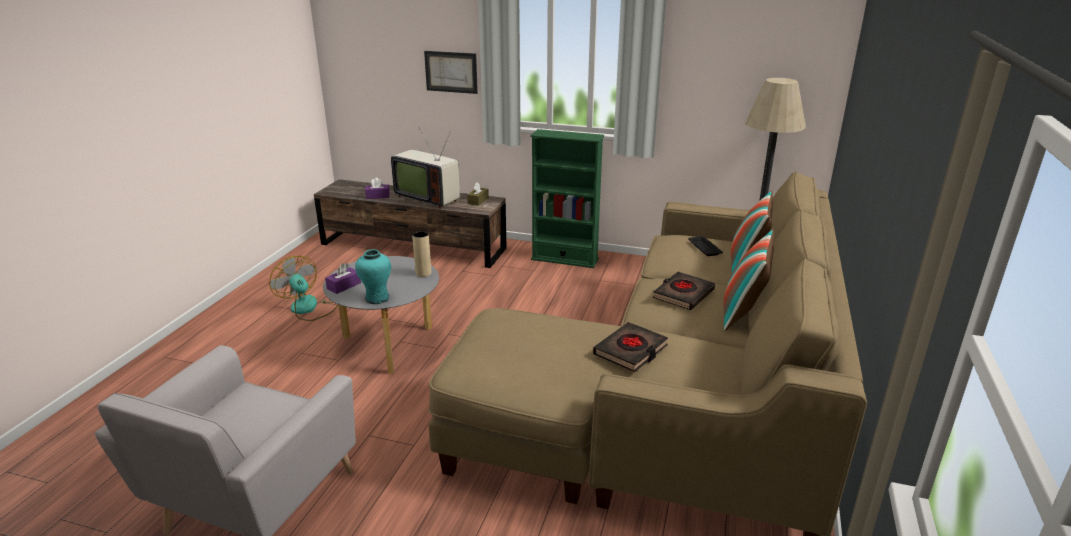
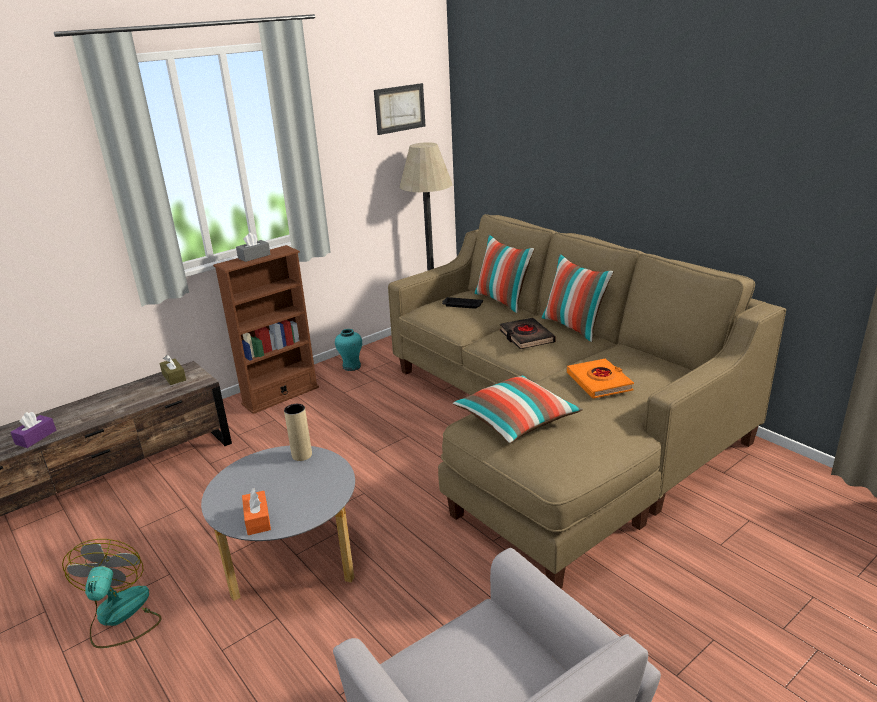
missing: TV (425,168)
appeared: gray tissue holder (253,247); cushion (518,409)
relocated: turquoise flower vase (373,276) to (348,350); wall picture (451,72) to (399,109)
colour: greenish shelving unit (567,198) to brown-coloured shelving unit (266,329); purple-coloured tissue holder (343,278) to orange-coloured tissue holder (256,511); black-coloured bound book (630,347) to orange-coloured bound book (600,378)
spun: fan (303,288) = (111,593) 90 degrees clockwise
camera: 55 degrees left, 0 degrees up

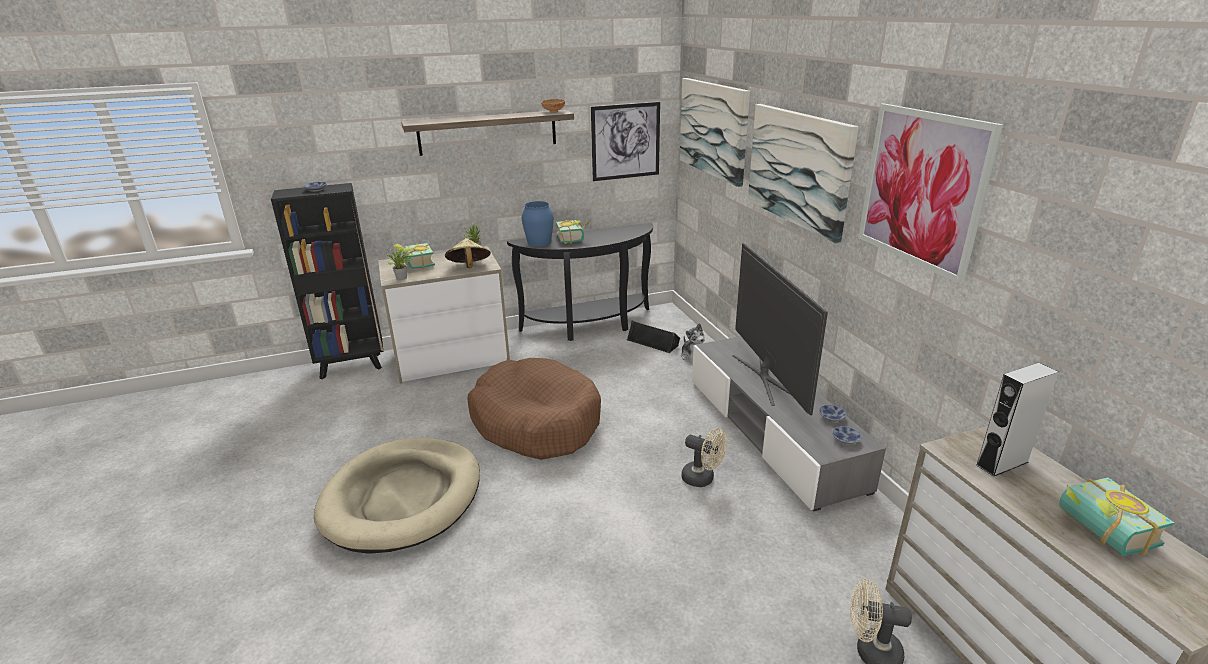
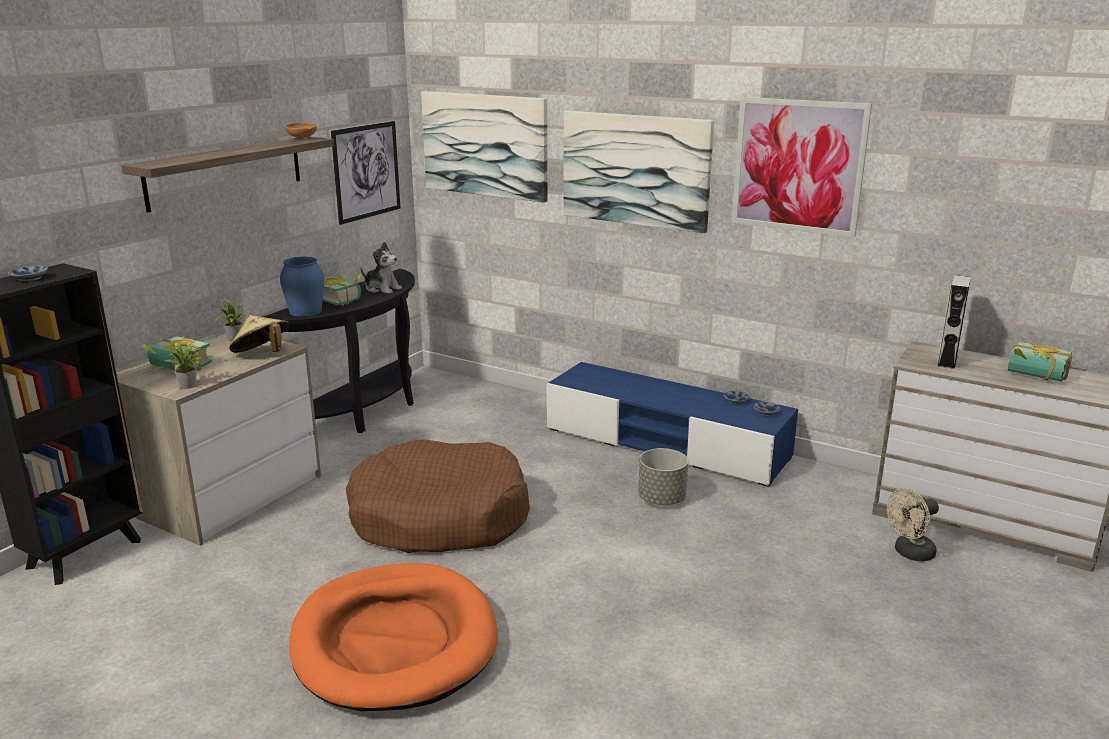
missing: black-coloured audio speaker (653,337); TV (780,328)
relocated: cuddly toy (693,344) to (381,268)
exchanged: beige fan (704,457) to gray plant pot (663,476)
colour: beige pet bed (397,496) to orange-coloured pet bed (393,637); gray tv unit (789,424) to bluish tv unit (672,424)
camera: 40 degrees left, 5 degrees down

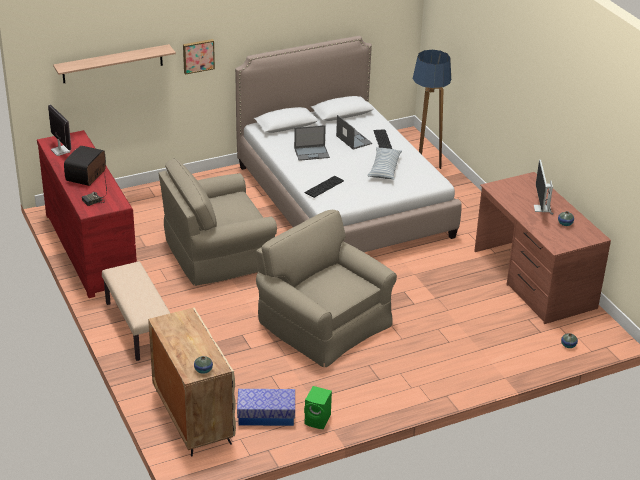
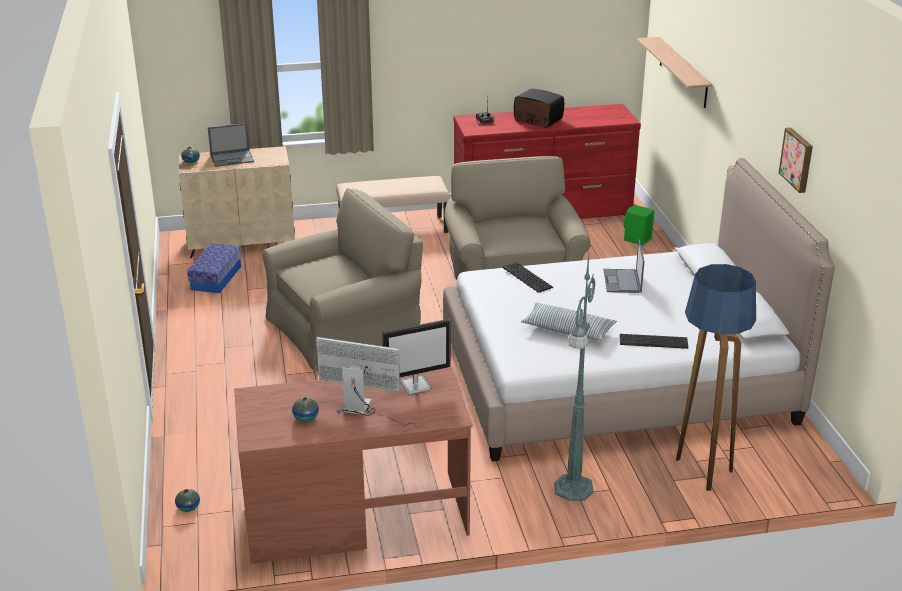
appeared: greenish standing lamp (574,377)
relocated: notebook computer (354,132) to (231,145); computer screen (59,130) to (416,356); greenish audio speaker (318,407) to (639,225); wall picture (199,57) to (796,160)
camera: 105 degrees right, 5 degrees down

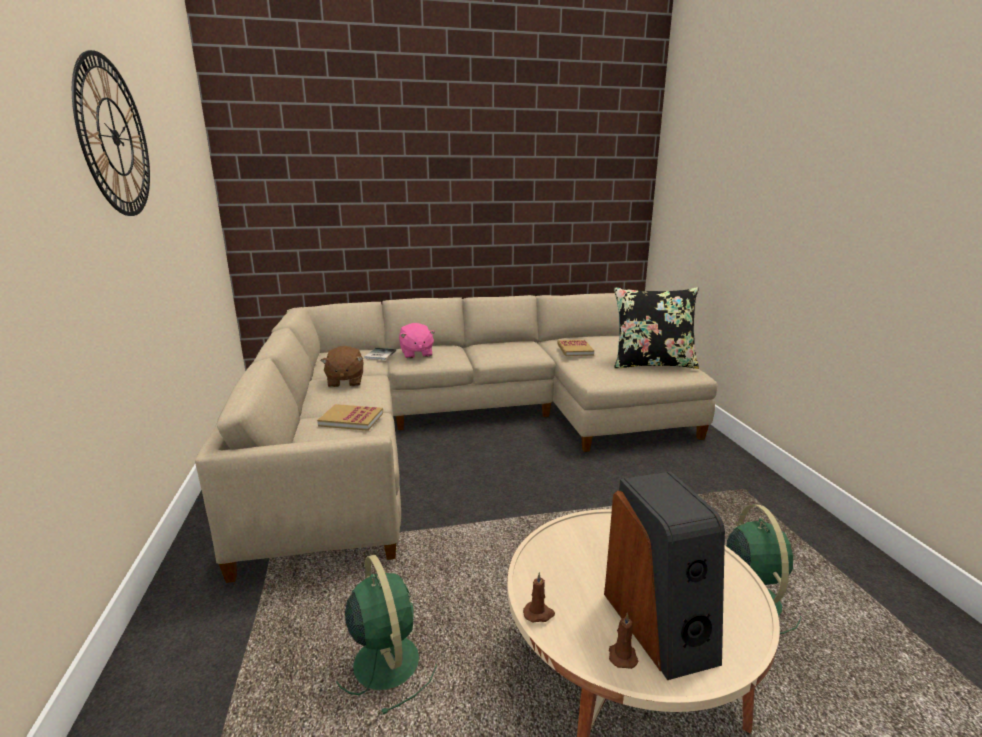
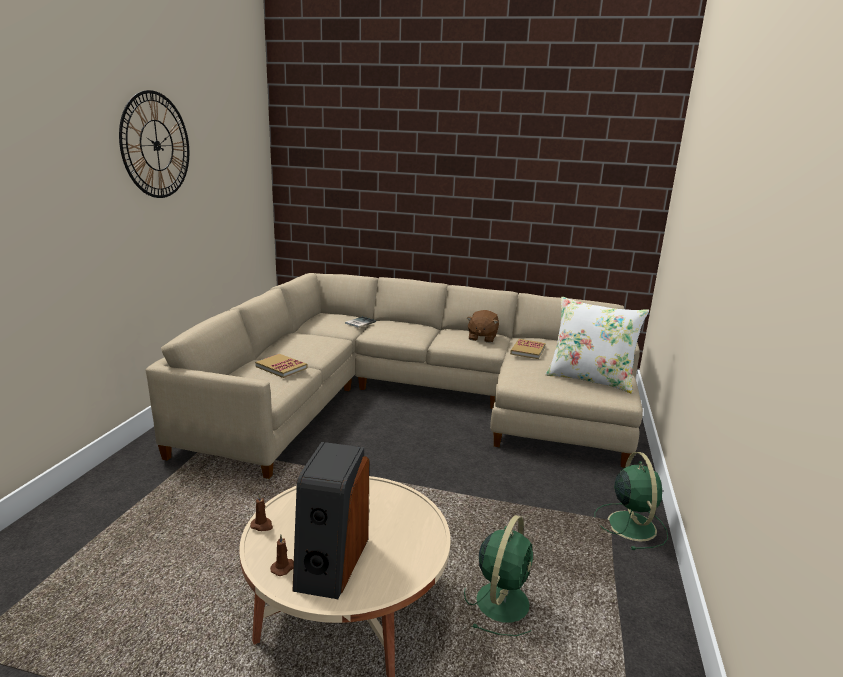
missing: pinkish cuddly toy (417,341)
relocated: brown-coloured cuddly toy (341,366) to (483,326); greenish fan (387,635) to (631,501)
colour: black-coloured cushion (656,328) to whitish cushion (597,345)
camera: 25 degrees right, 0 degrees up

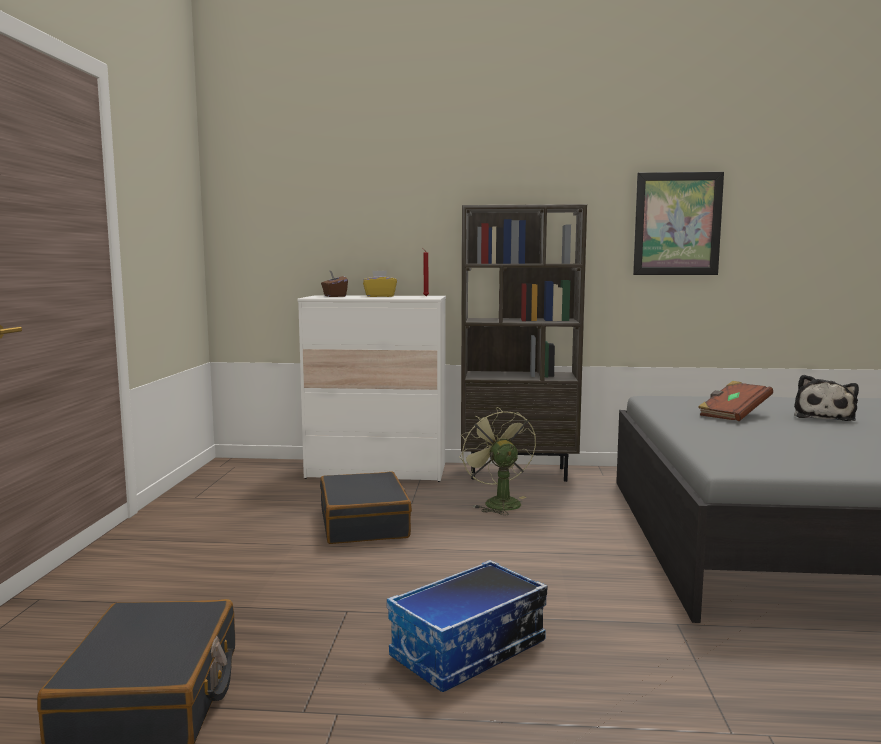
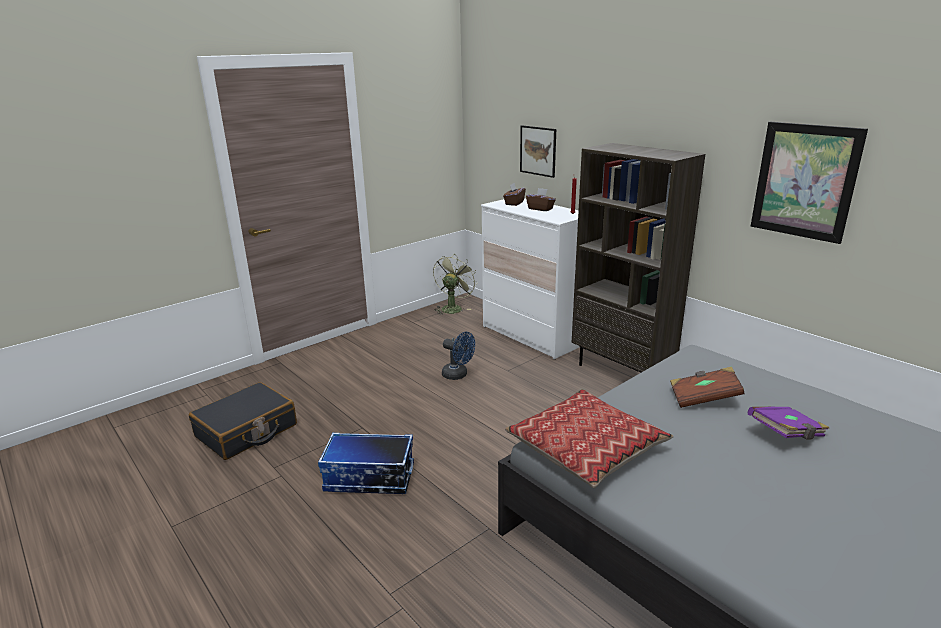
appeared: cushion (589,438); wall picture (538,151)
relocated: greenish fan (497,461) to (455,285)
exchanged: black-coloured piece of luggage (366,508) to bluish fan (458,356); cuddly toy (826,398) to purple-coloured bound book (788,423)
colour: yellow-coloured tissue holder (380,283) to brown-coloured tissue holder (541,199)
camera: 45 degrees right, 15 degrees up

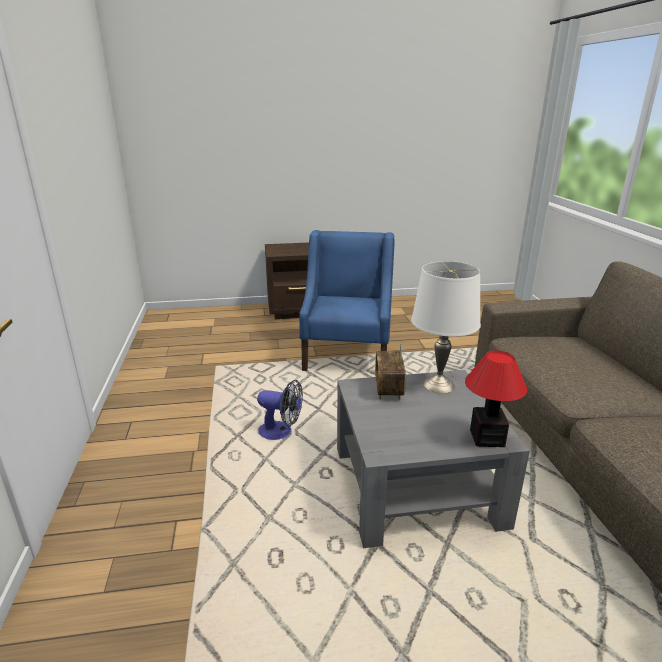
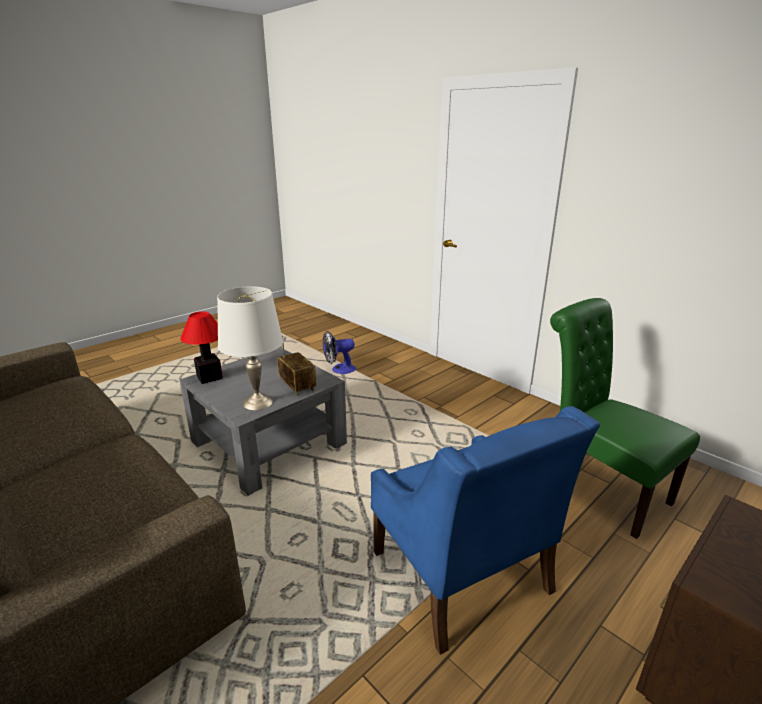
appeared: greenish upright chair (625,418)
relocated: fan (280,410) to (339,352)
camera: 145 degrees right, 0 degrees up

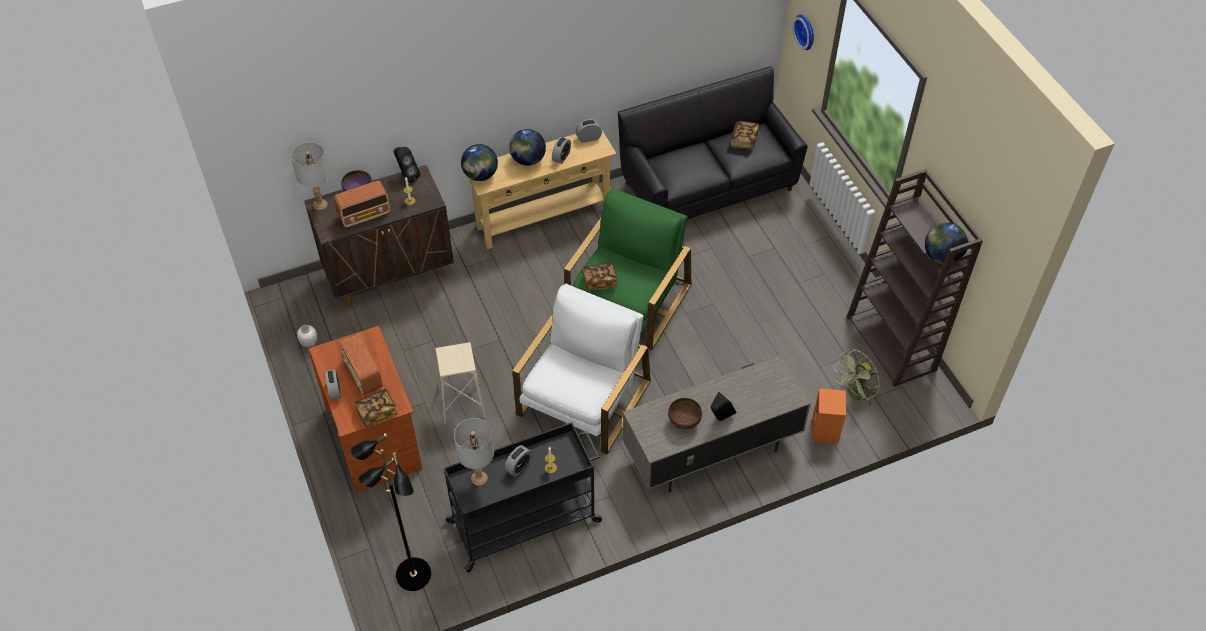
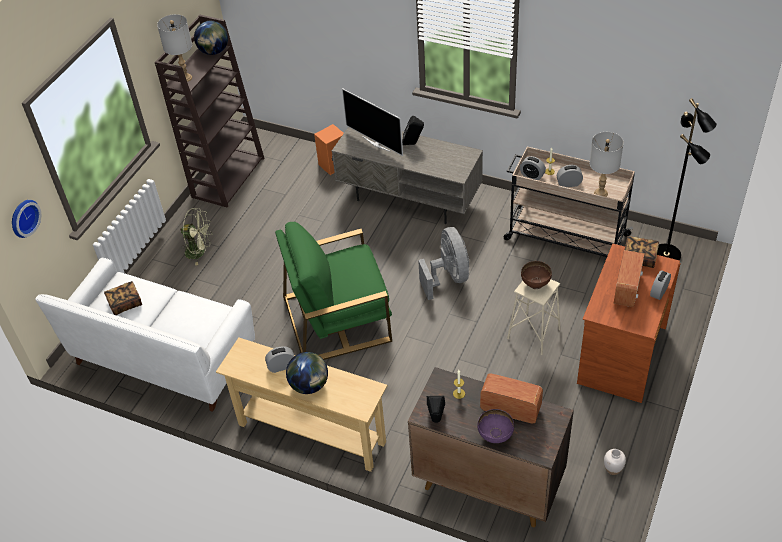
missing: desk globe (479,162); bound book (600,276)
appeared: TV (372,122)
relocated: gray lamp for a table (310,176) to (174,48); greenish fan (857,377) to (196,236); table clock (589,131) to (533,168); brown-coloured serving bowl (685,413) to (536,275)
exchanged: whitish easy chair (581,369) to gray fan (443,263)
colour: black-coloured settee (713,142) to whitish settee (145,335); black-coloured wheeled cart (523,497) to beige wheeled cart (569,202)
camera: 130 degrees left, 5 degrees down

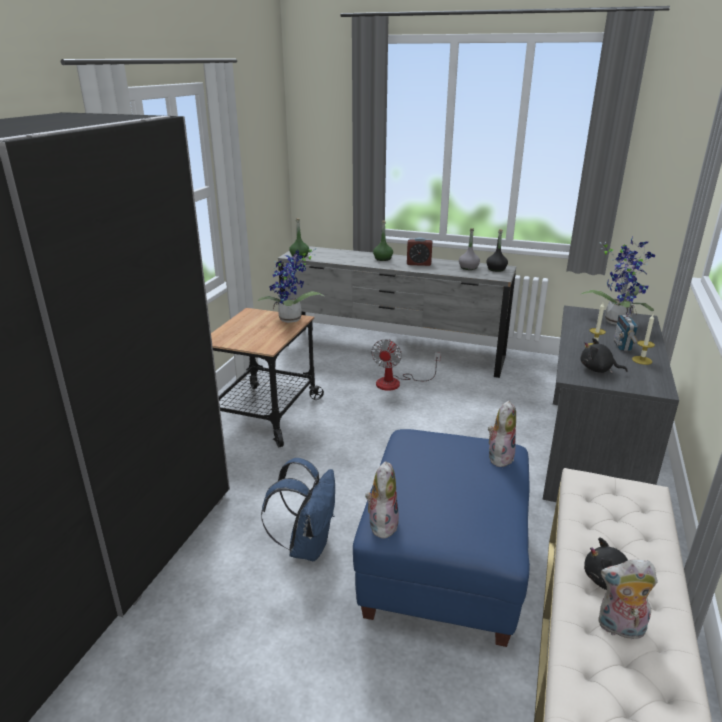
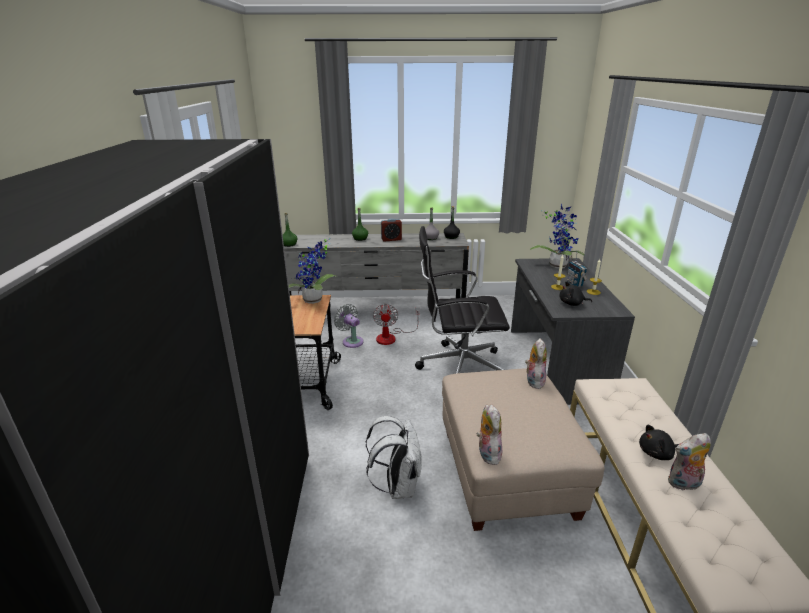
appeared: gray fan (349,326); black-coloured desk chair (462,299)
colour: bluish backpack (298,509) to whitish backpack (393,457); bluish ottoman (441,538) to beige ottoman (523,449)
camera: 20 degrees left, 0 degrees up

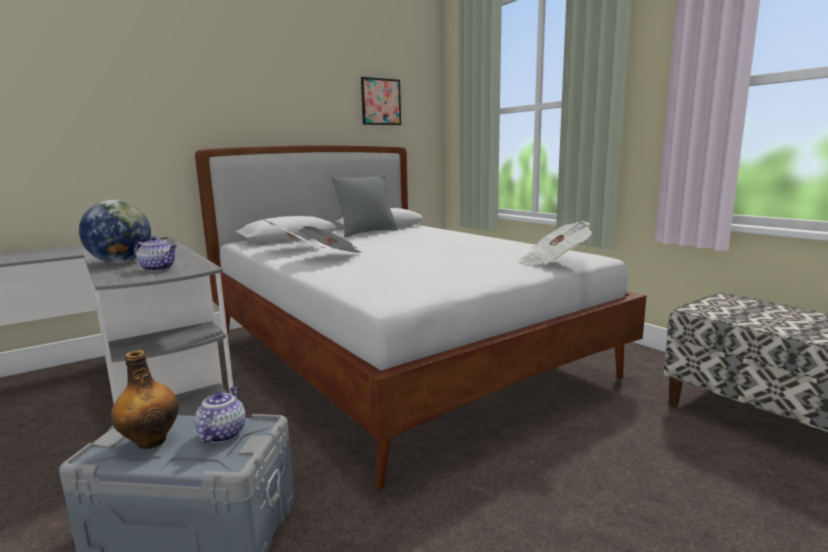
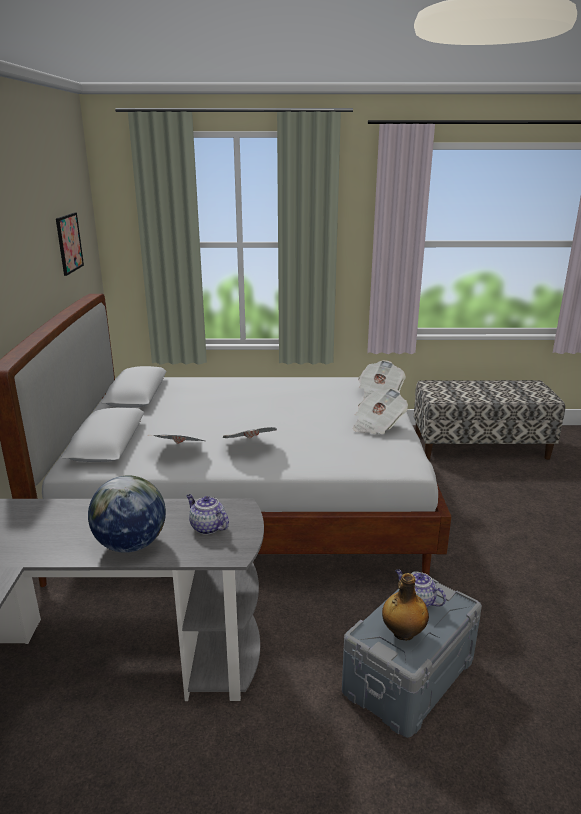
missing: gray cushion (365,205)
appeared: printed paper (380,411)
spun: pot for tea (155,253) = (207,514) 105 degrees counterclockwise
camera: 55 degrees left, 10 degrees up

